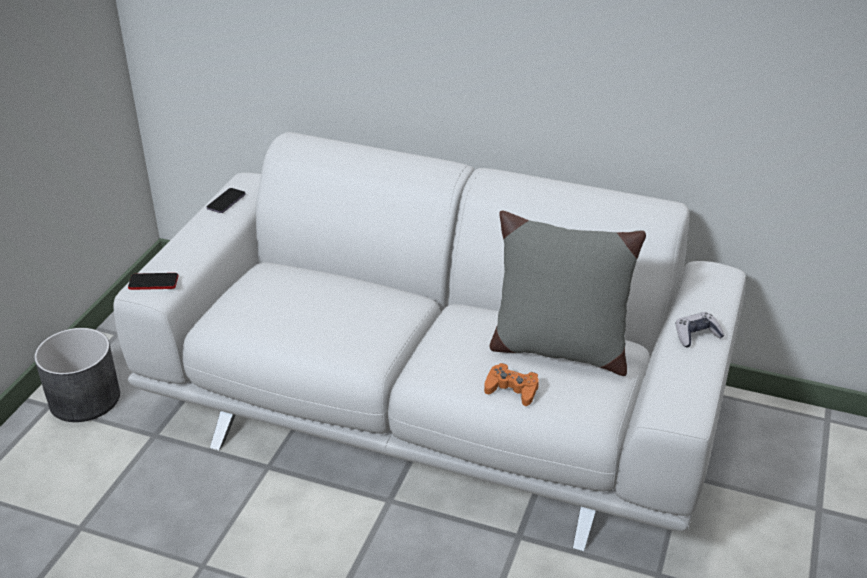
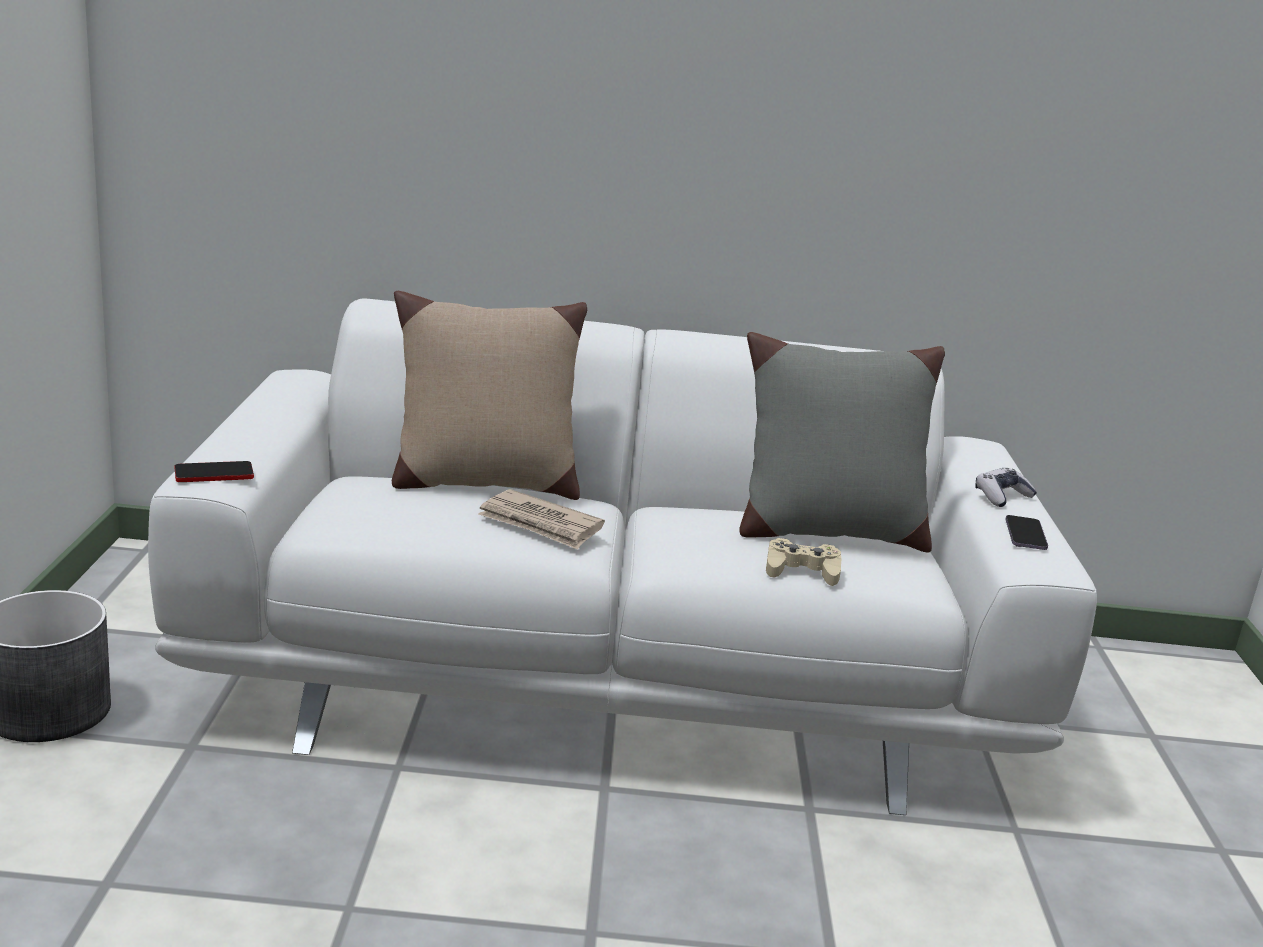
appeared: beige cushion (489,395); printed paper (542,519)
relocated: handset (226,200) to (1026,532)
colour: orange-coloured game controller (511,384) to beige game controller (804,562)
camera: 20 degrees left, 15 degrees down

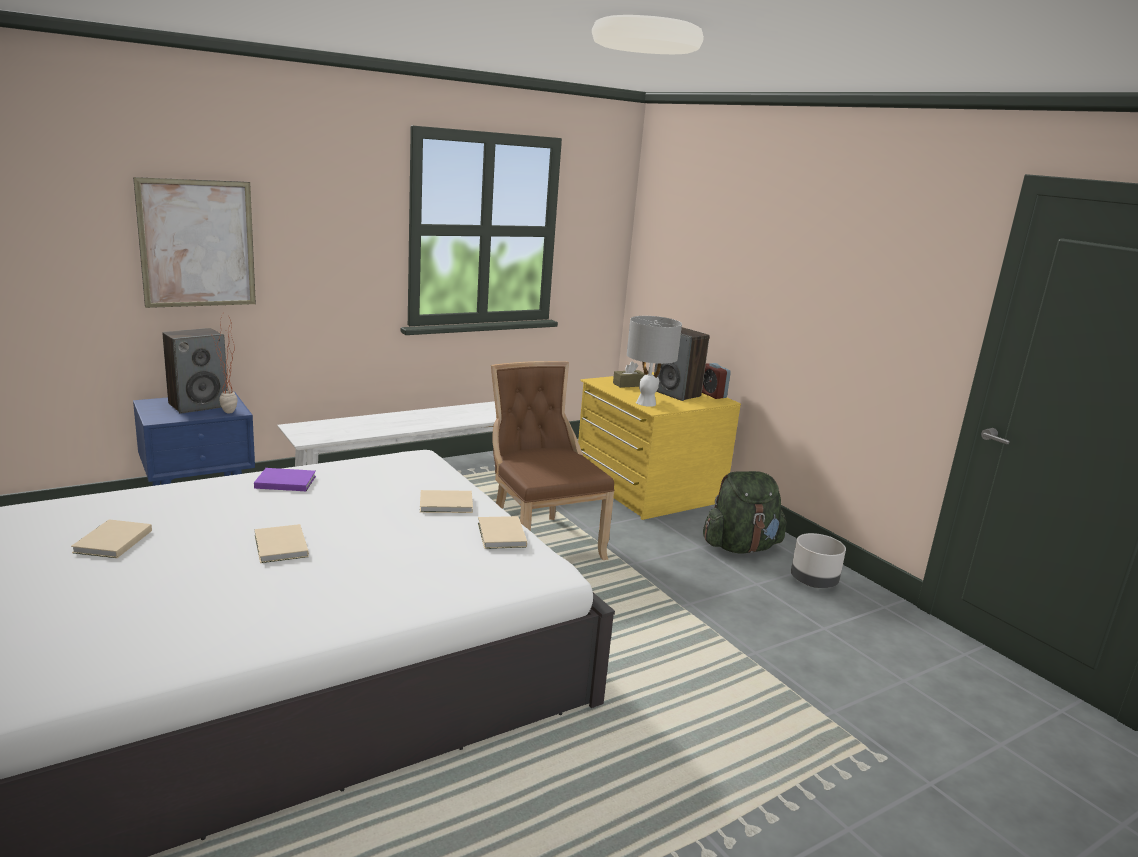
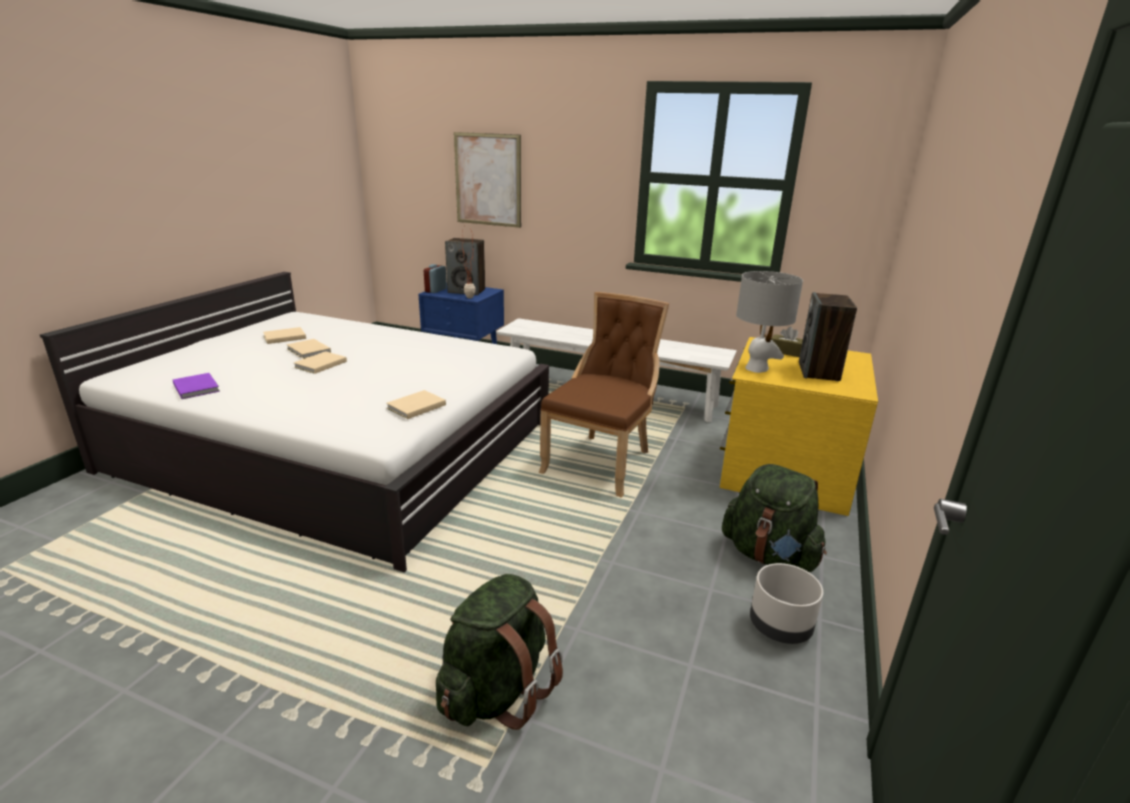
appeared: greenish backpack (499,652)
relocated: purple-coloured bound book (285,479) to (196,386); beige bound book (446,501) to (308,349); table clock (716,381) to (435,278)
camera: 55 degrees right, 5 degrees up

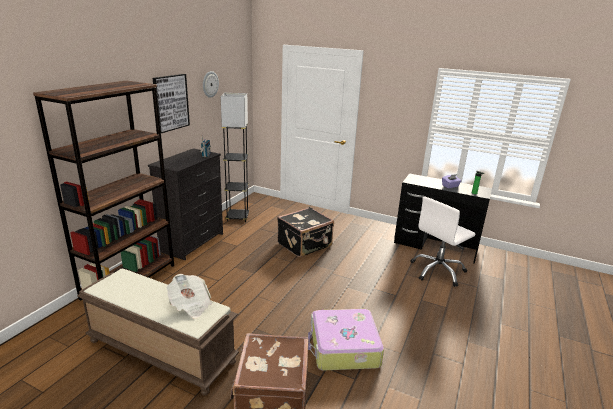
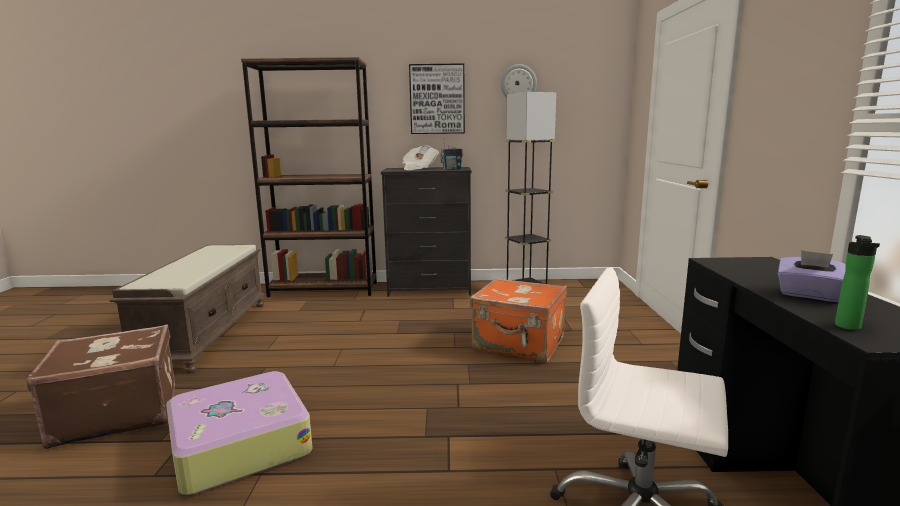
relocated: printed paper (190,296) to (420,157)
colour: black-coloured piece of luggage (305,232) to orange-coloured piece of luggage (518,320)
camera: 65 degrees right, 10 degrees down

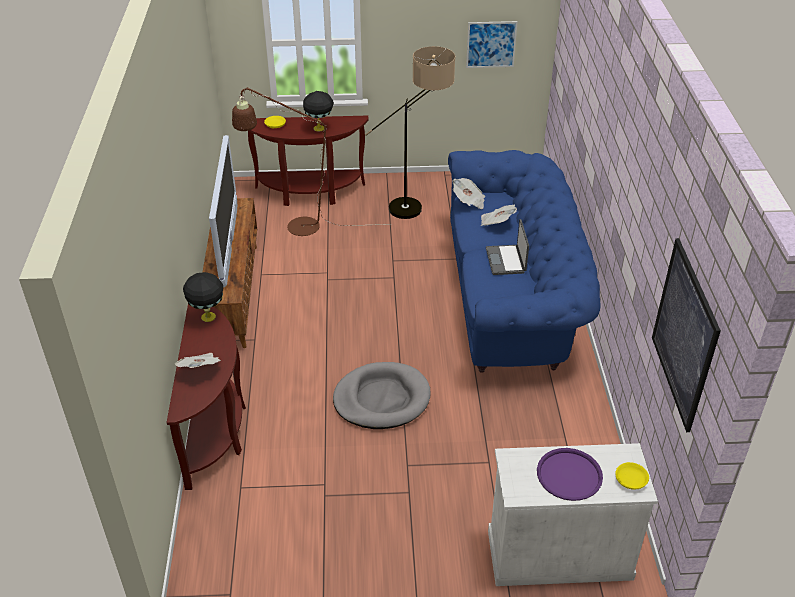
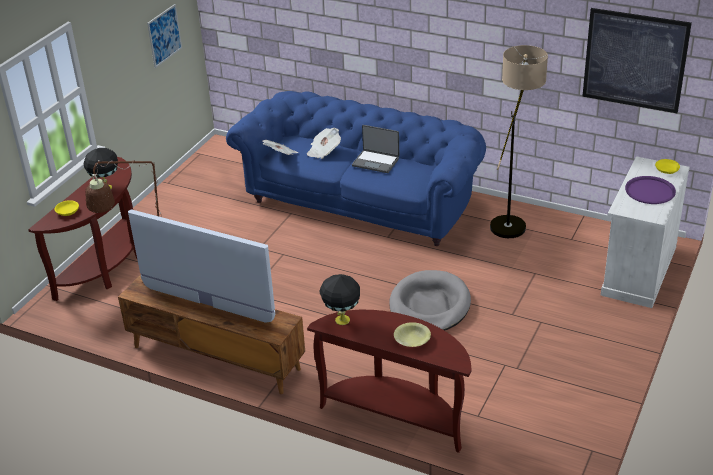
relocated: standing lamp (410,132) to (519,141)
exchanged: printed paper (198,360) to yellow-coloured serving bowl (412,334)
camera: 60 degrees left, 5 degrees down

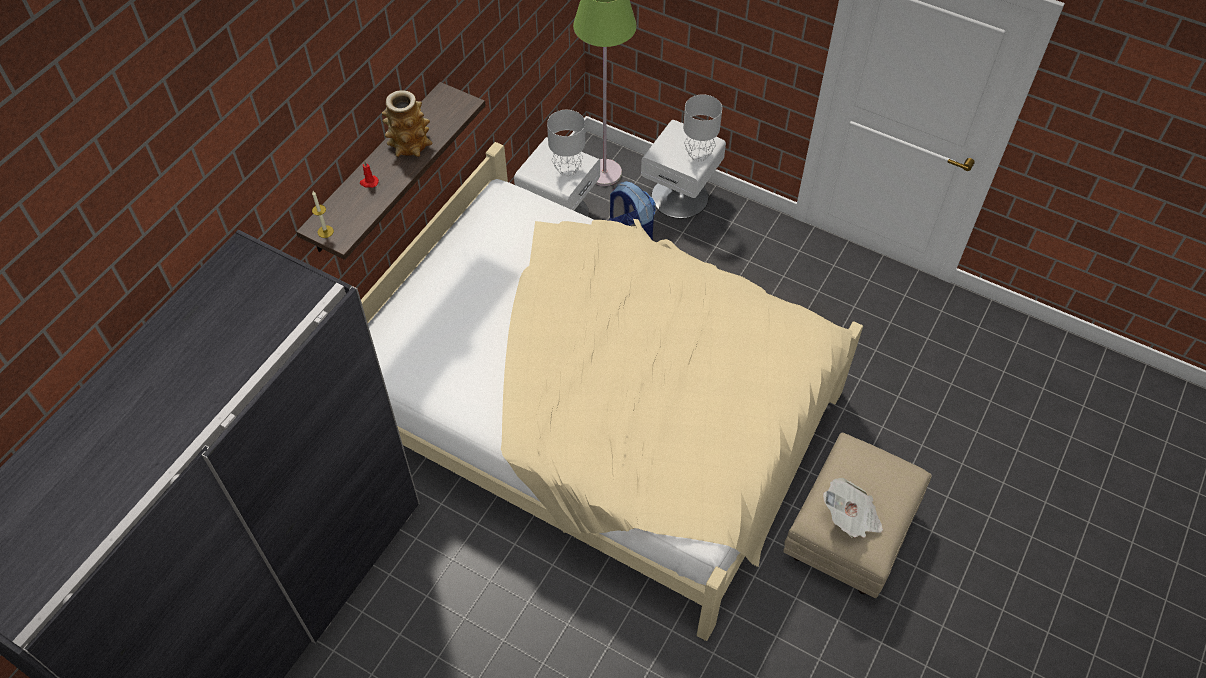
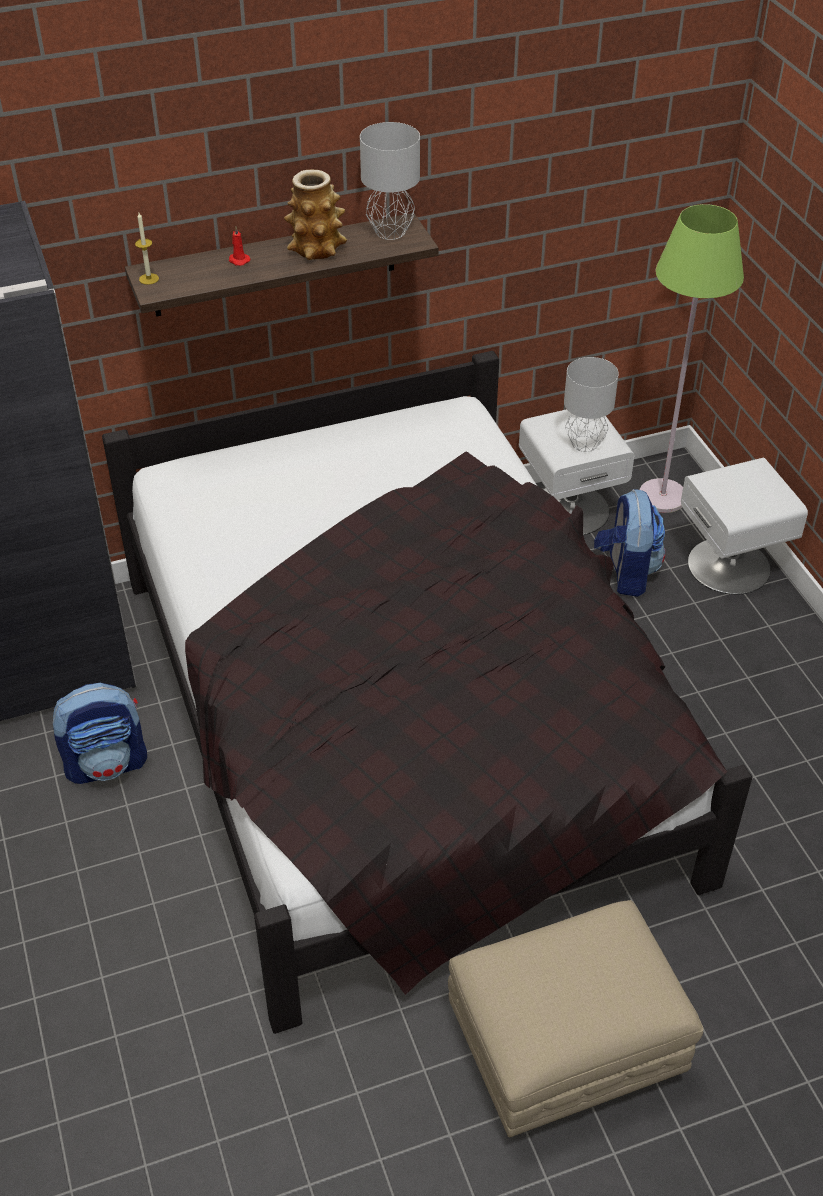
missing: printed paper (853,508)
appeared: backpack (99,733)
relocated: gray lamp for a table (702,127) to (390,181)
colour: beige bedroom bed (612,391) to black-coloured bedroom bed (427,692)
camera: 40 degrees right, 10 degrees down

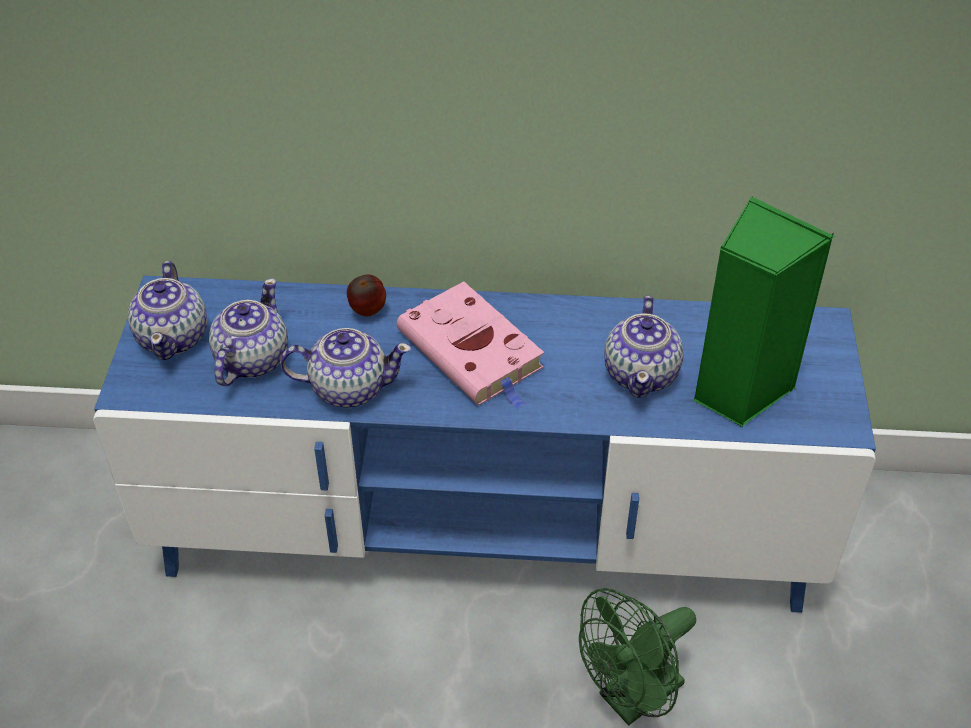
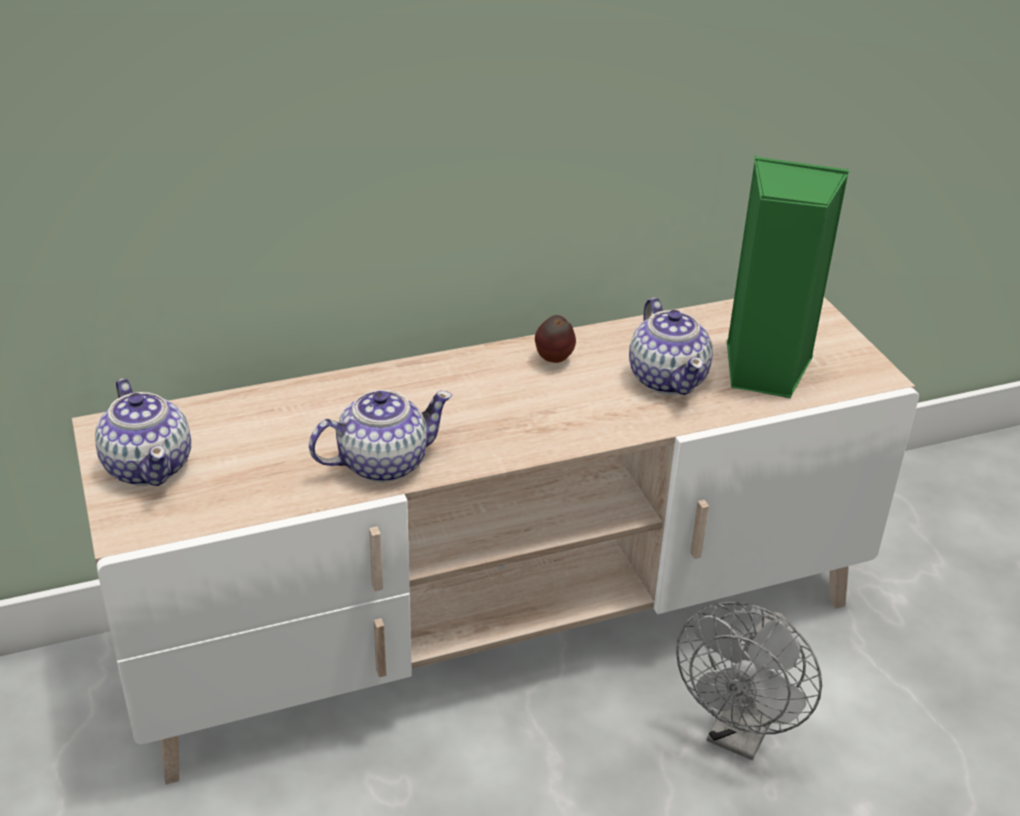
missing: pot for tea (248,332); pinkish bound book (470,345)
relocated: apple fruit (366,295) to (555,339)
colour: bluish tv unit (484,444) to beige tv unit (495,540); greenish fan (637,657) to gray fan (749,680)
camera: 25 degrees left, 10 degrees down

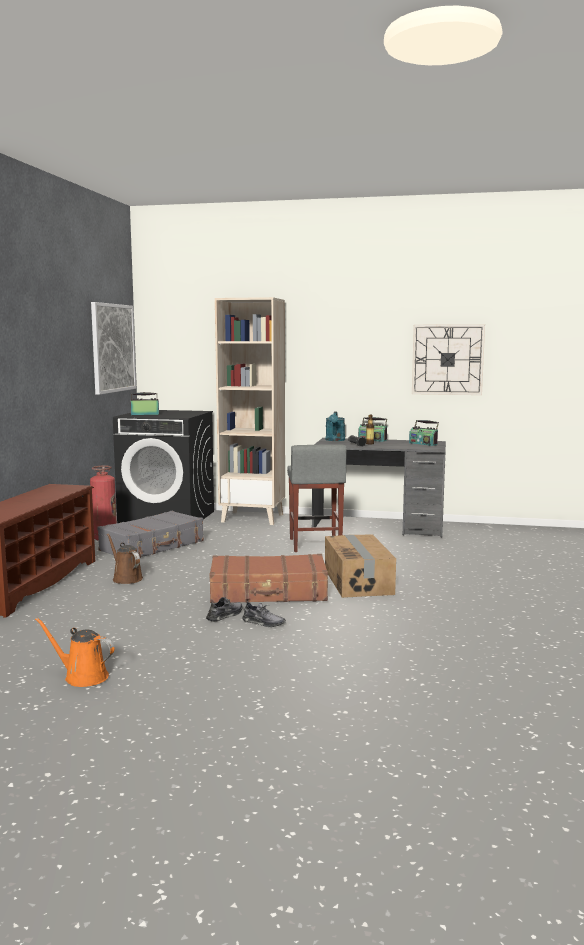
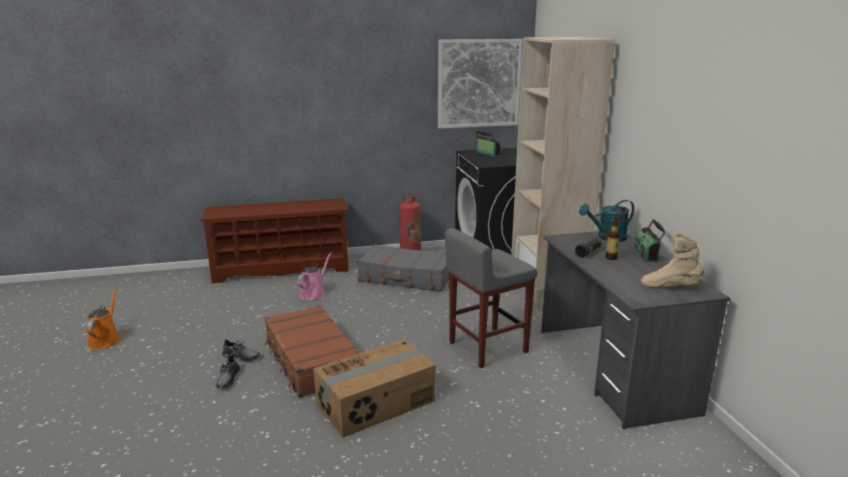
missing: clock on the wall (448,359)
exchanged: radio receiver (424,433) to beige high-top boot (672,259)
colour: brown-coloured watering can (125,558) to pinkish watering can (314,276)
camera: 65 degrees right, 10 degrees up

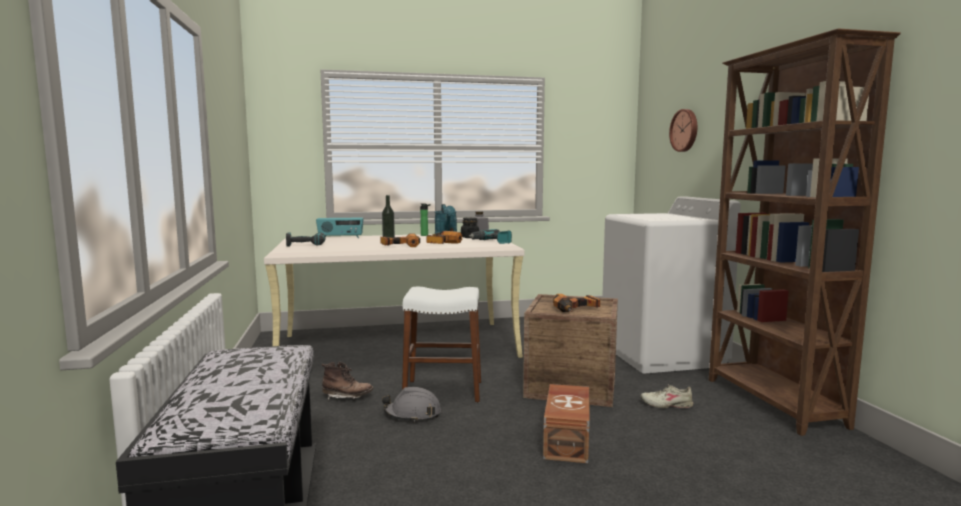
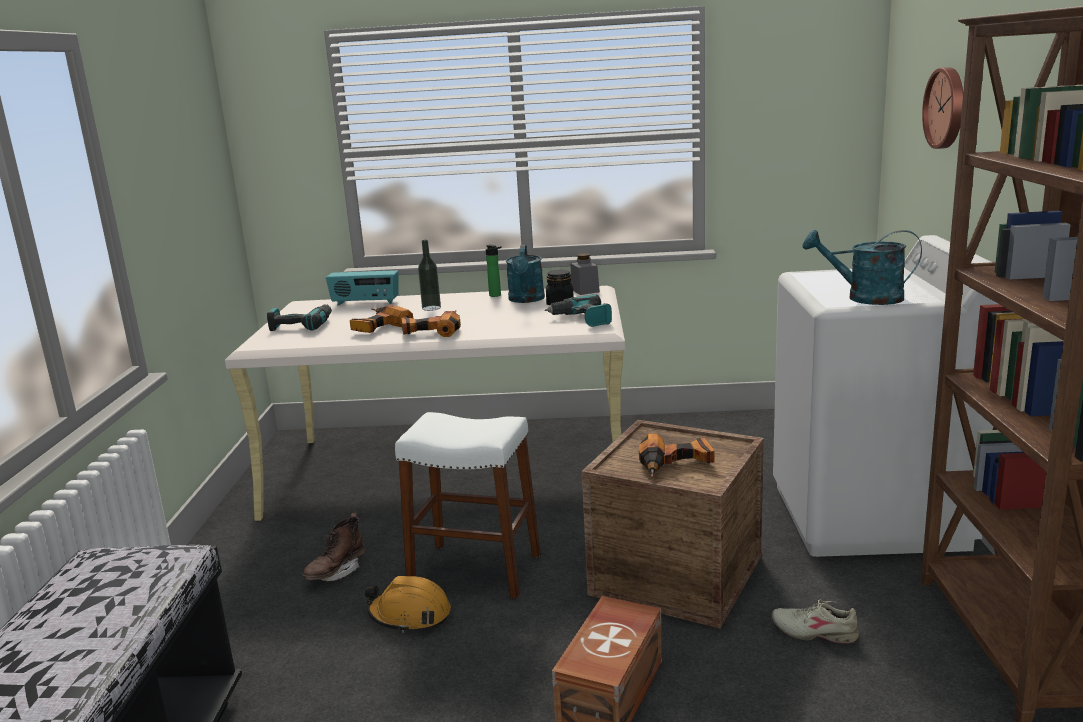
appeared: turquoise watering can (862,267)
relocated: power drill (444,237) to (381,319)
colour: gray safety helmet (411,405) to orange-coloured safety helmet (408,604)
spun: brown-coloured high-top boot (347,381) = (333,547) 105 degrees clockwise
camera: 15 degrees right, 10 degrees up

